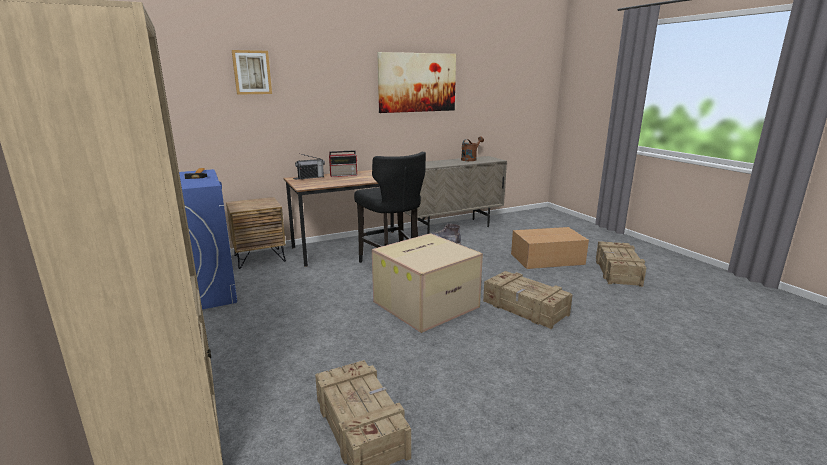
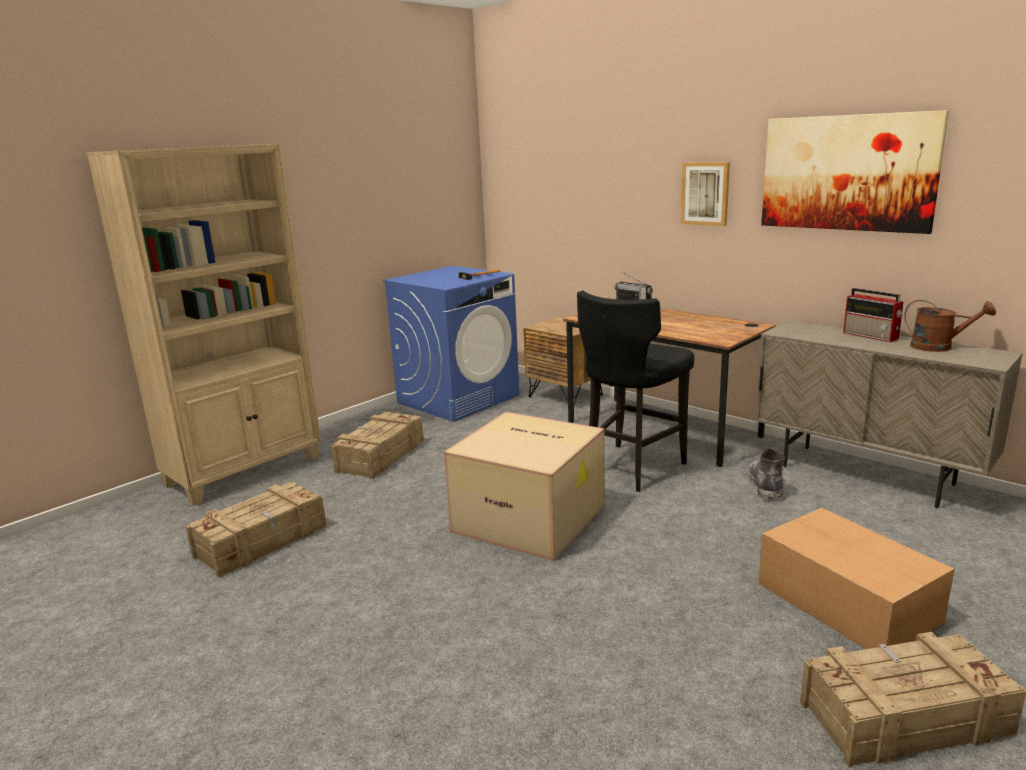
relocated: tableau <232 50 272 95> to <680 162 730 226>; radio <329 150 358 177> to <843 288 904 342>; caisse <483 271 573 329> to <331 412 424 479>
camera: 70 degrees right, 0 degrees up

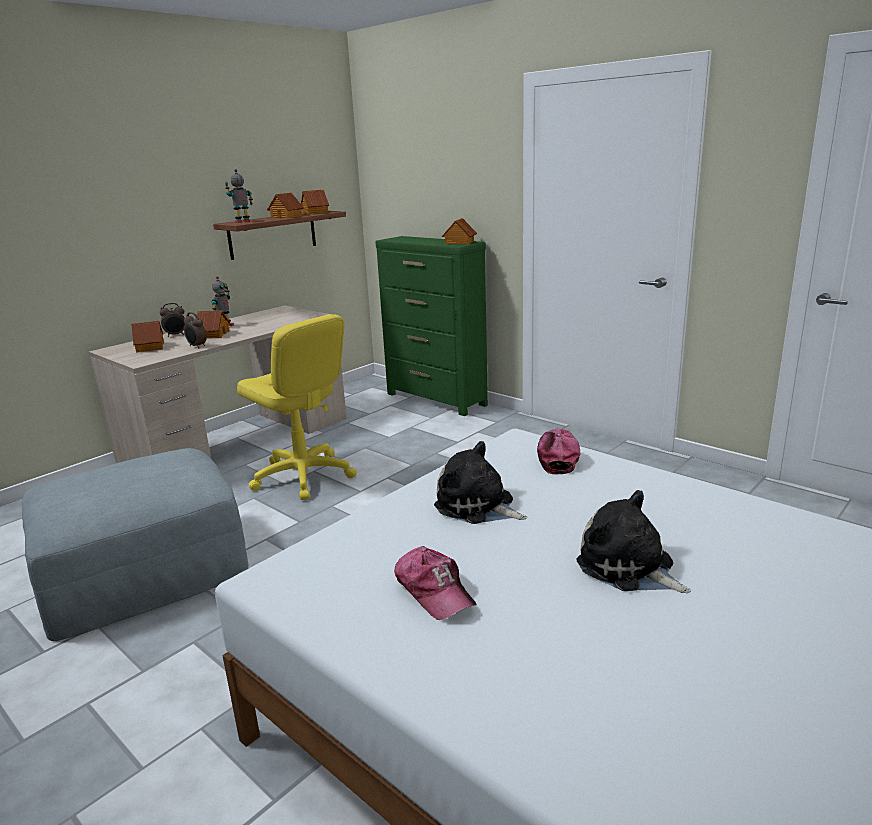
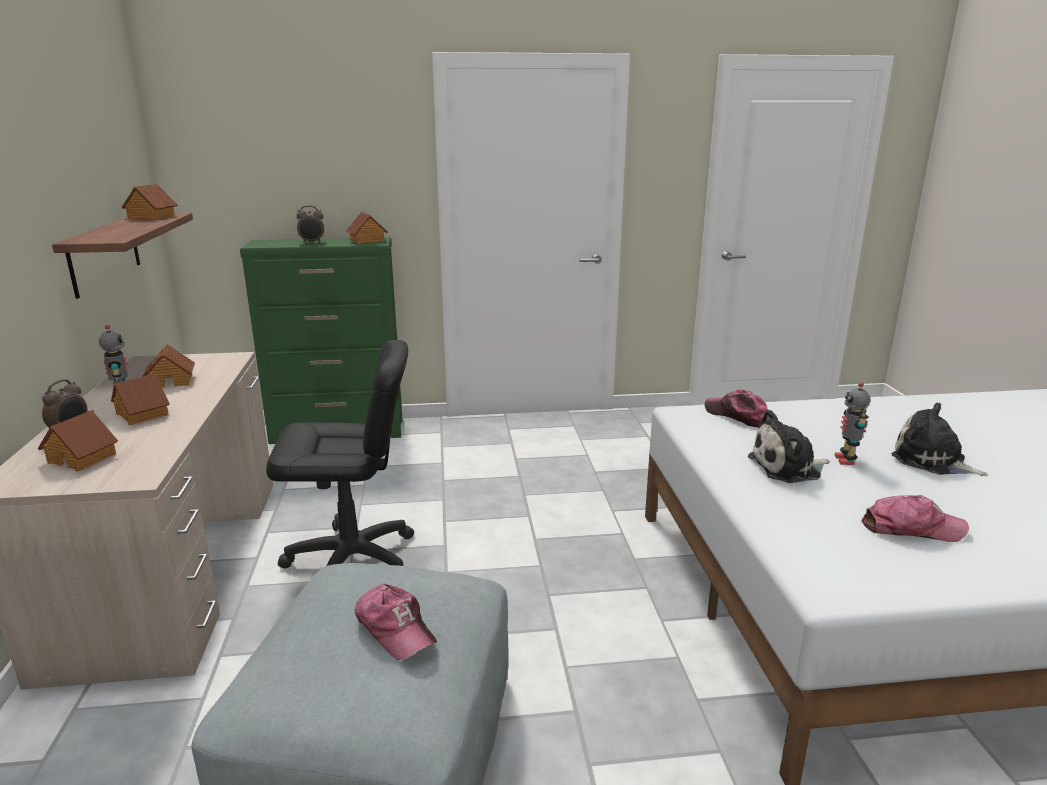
appeared: casquette <354 584 437 660>
relocated: réveil <184 312 207 348> to <296 206 324 243>; robot jouet <225 169 253 223> to <834 382 870 465>; maison miniature <267 193 304 218> to <142 344 195 387>
colour: chaise de bureau [jaune] <237 314 357 500> to chaise de bureau [noir] <266 340 414 568>
spun: peluche <576 490 691 593> = <891 403 988 476> 45 degrees clockwise
camera: 50 degrees left, 0 degrees up

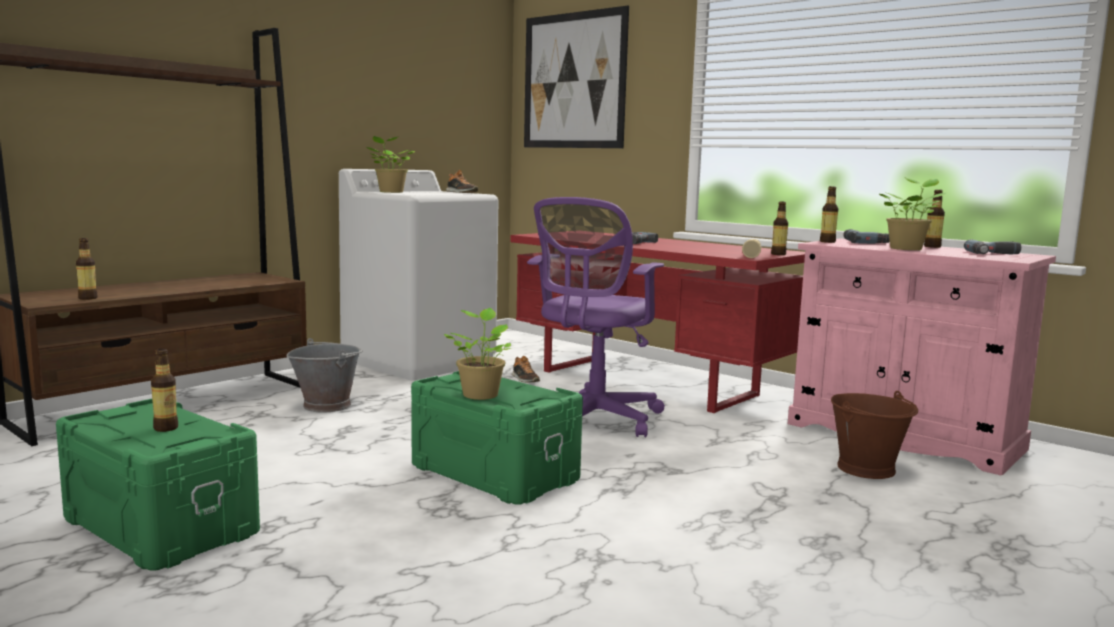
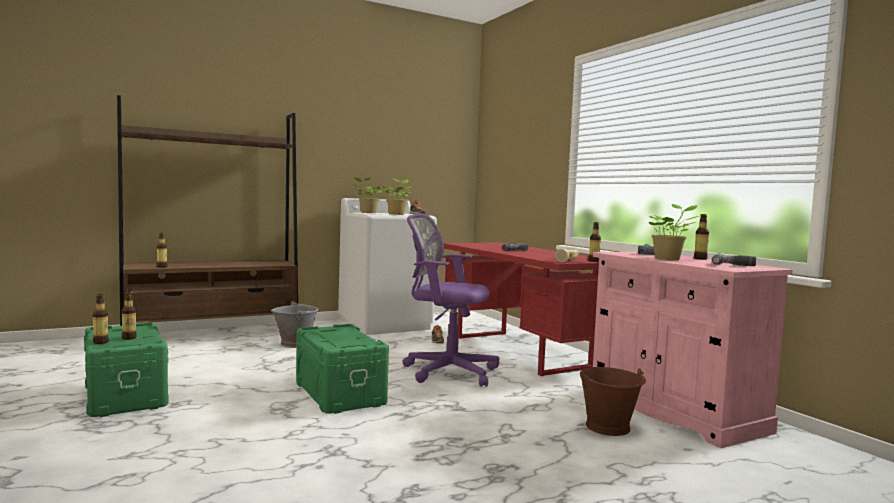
missing: tableau <524 6 629 148>
relocated: plante en pot <444 308 511 400> to <382 178 413 215>; bouteille <820 186 838 243> to <93 294 109 344>
spun: chaise de bureau [violet] <527 197 665 437> = <403 213 500 387> 60 degrees clockwise
camera: 20 degrees right, 5 degrees down

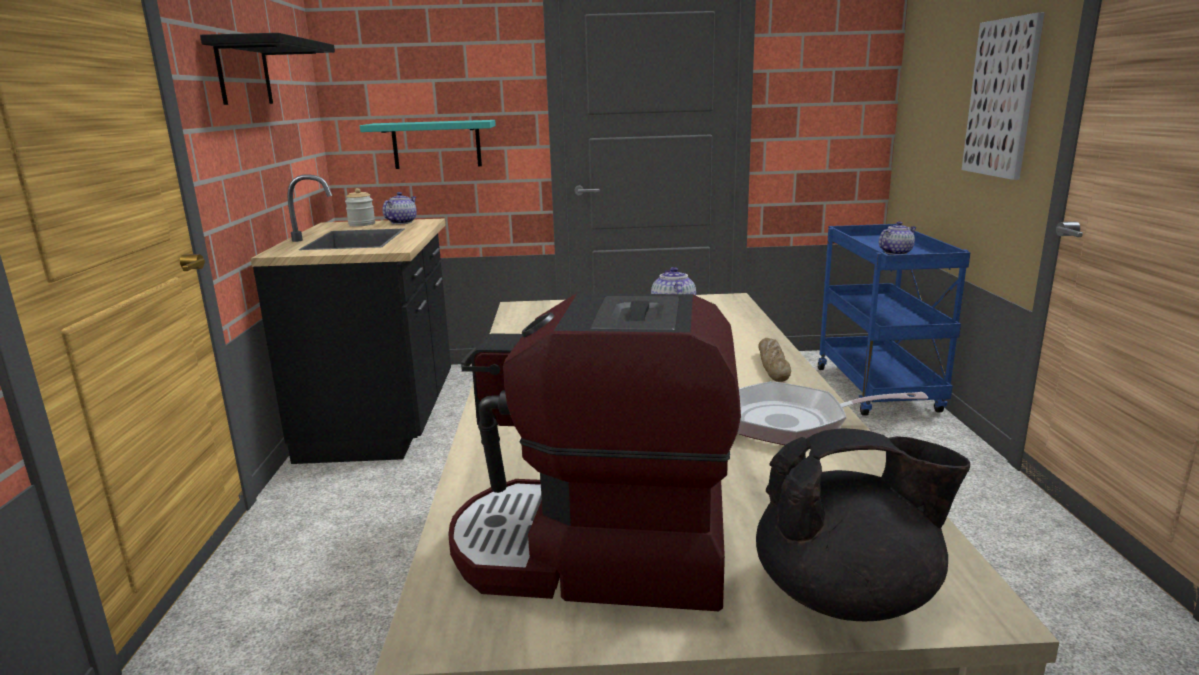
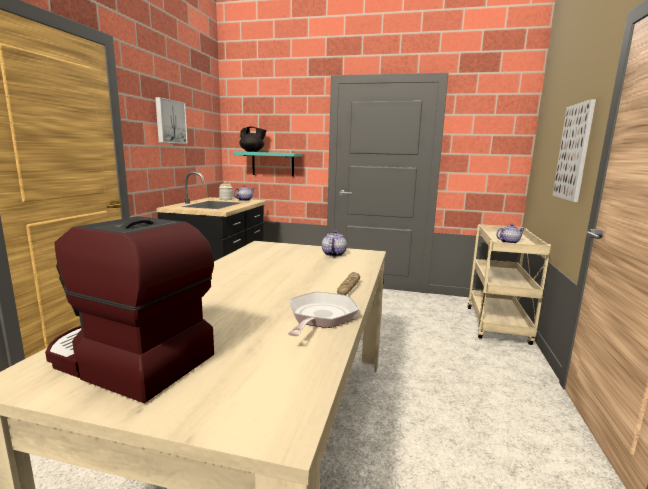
relocated: théière [noir] <756 428 970 621> to <239 126 267 152>
exchanged: étagère [noir] <200 33 335 105> to tableau <155 97 188 144>
colour: chariot [bleu] <818 224 971 416> to chariot [beige] <468 224 551 345>
spun: poêle <738 381 928 445> = <288 291 359 336> 90 degrees clockwise
camera: 15 degrees right, 5 degrees down

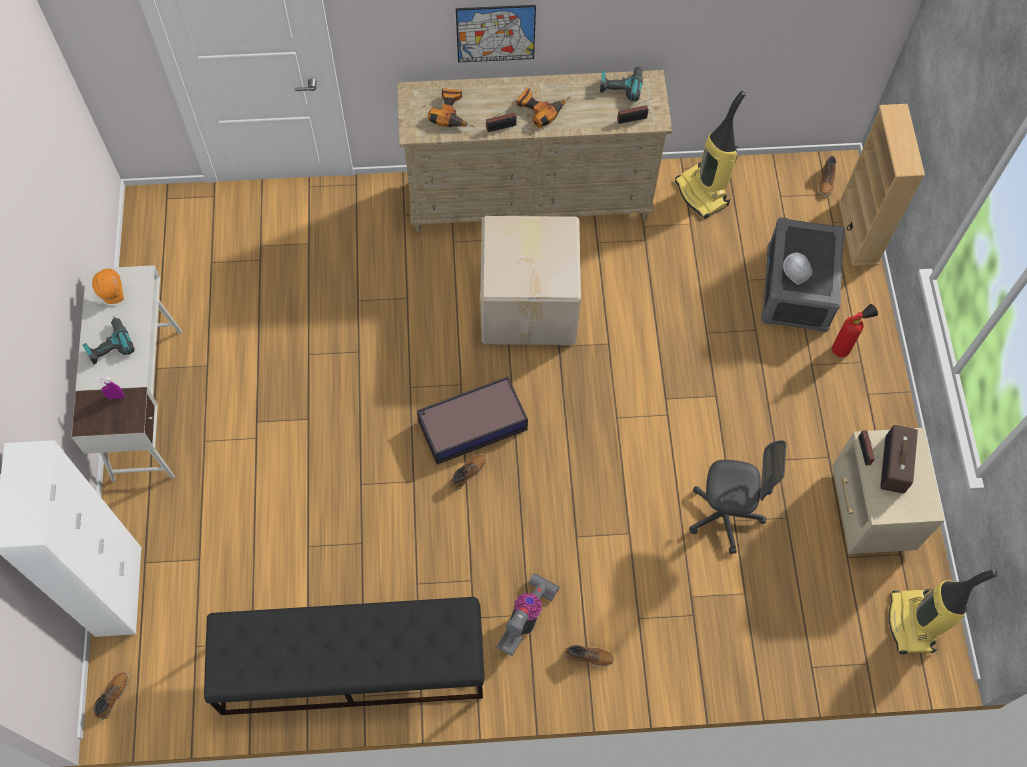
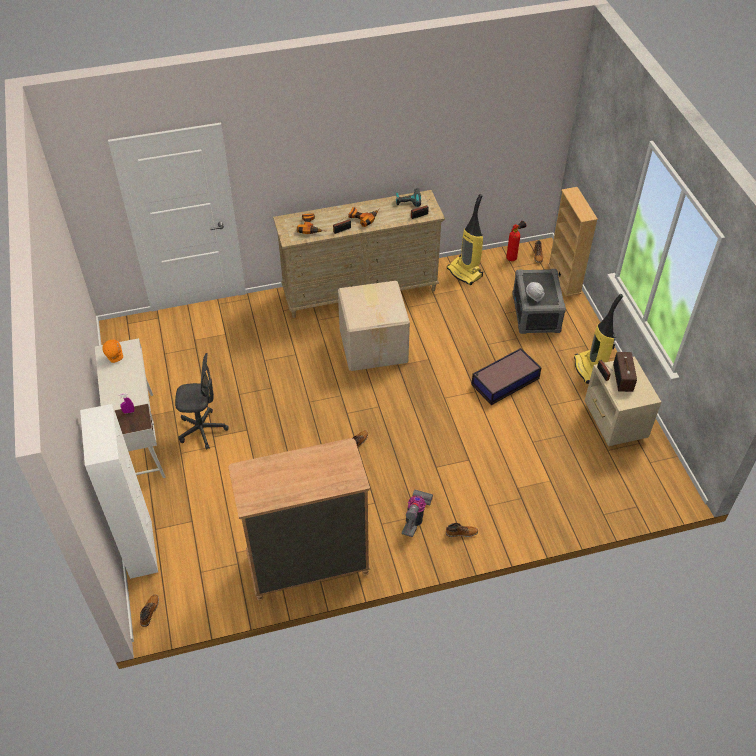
missing: perceuse <83 316 135 364>; tableau <456 5 536 62>
relocated: boîte de rangement <417 377 528 465> to <471 348 541 405>; chaise de bureau [gris] <689 440 786 554> to <175 353 229 450>; extincteur <832 304 878 357> to <506 221 526 261>; aspirateur <889 569 997 654> to <574 294 623 384>
exchanged: banc [noir] <204 597 485 715> to commode [marron] <229 438 370 601>
camera: 10 degrees left, 15 degrees down

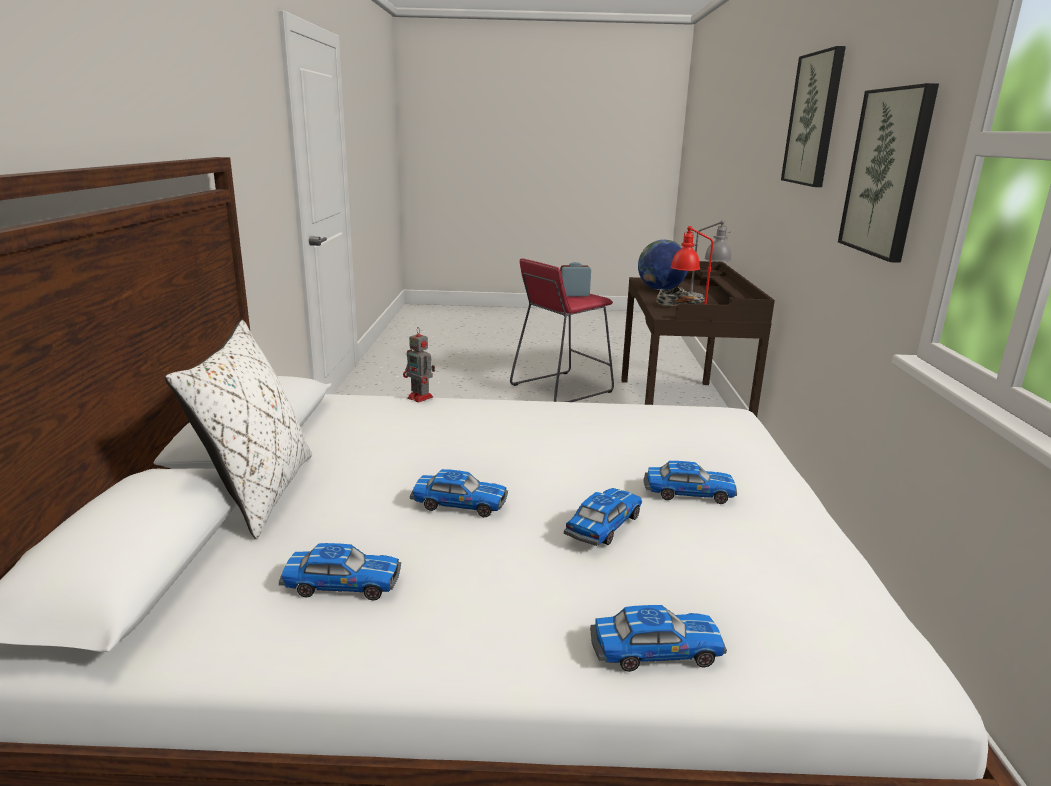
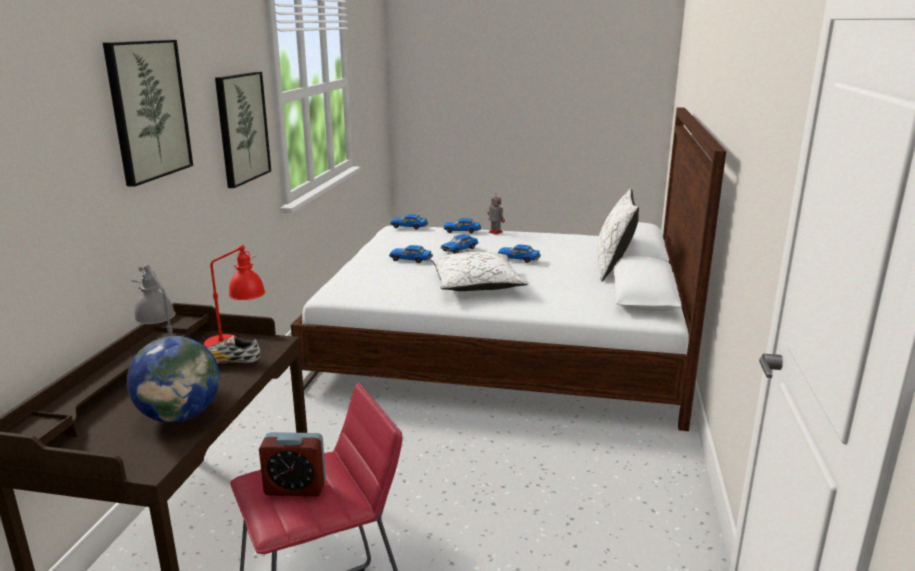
appeared: coussin [blanc] <430 252 529 291>
relocated: petite voiture <279 543 401 600> to <390 214 428 230>; robot jouet <403 327 435 402> to <487 194 505 234>
camera: 170 degrees left, 0 degrees up

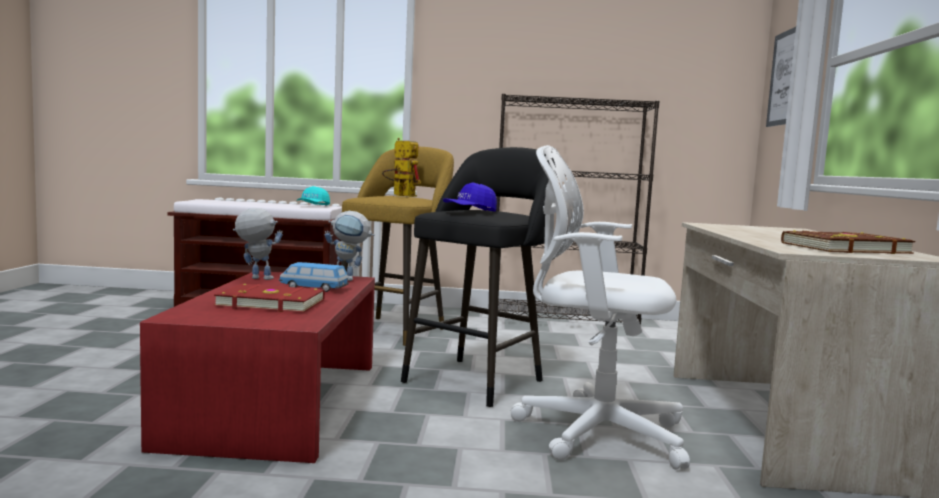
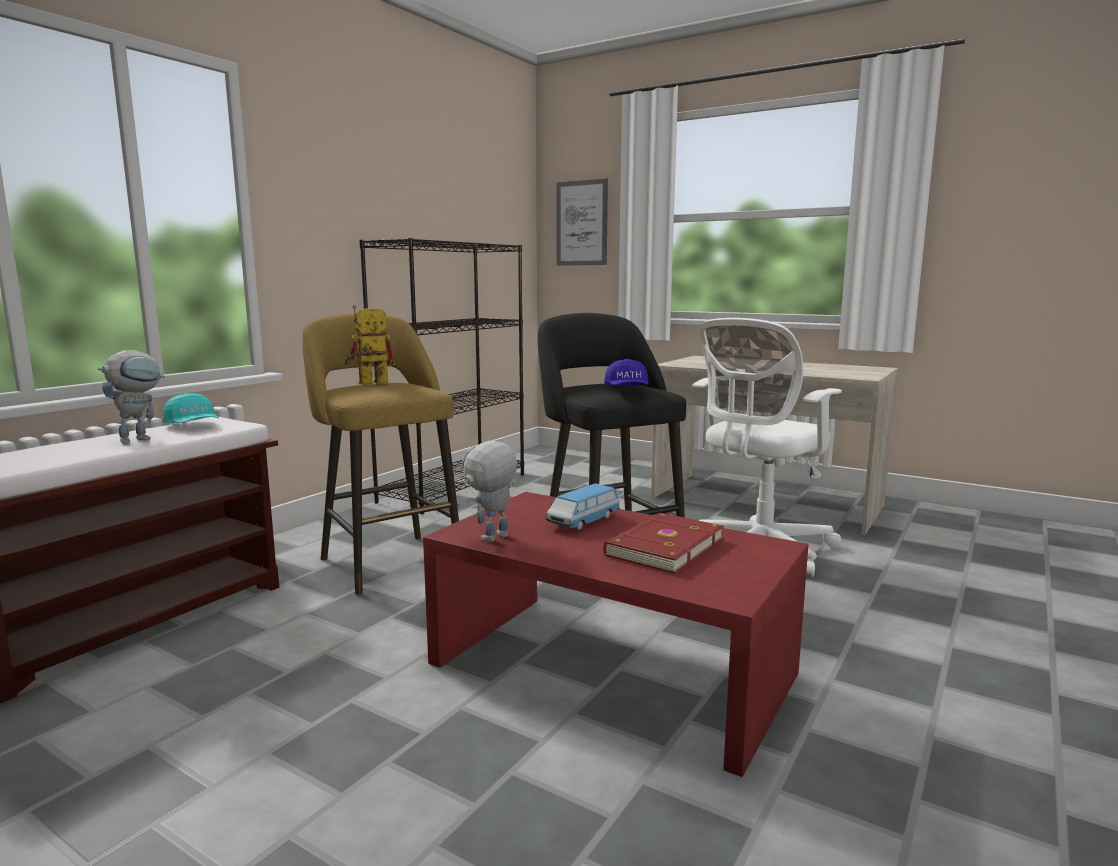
missing: livre [marron] <781 230 915 254>
relocated: robot jouet <324 211 375 281> to <98 350 165 444>
camera: 60 degrees left, 5 degrees up

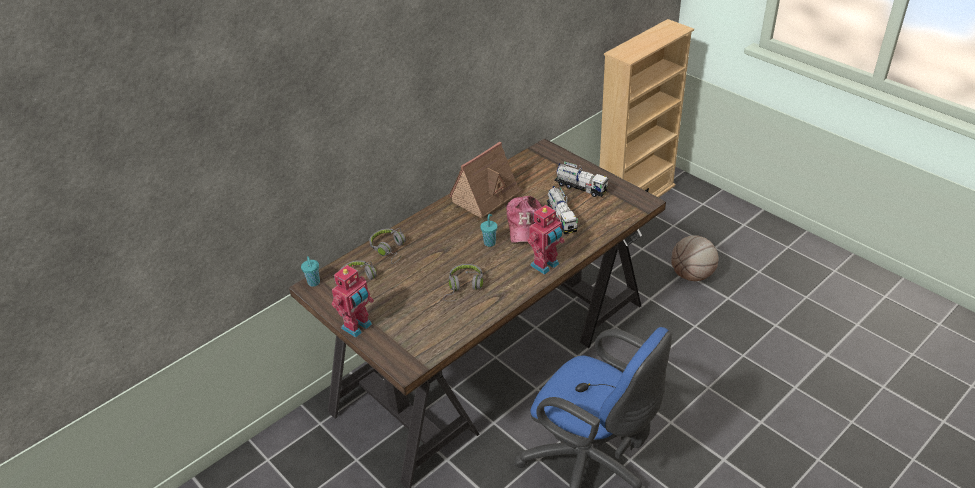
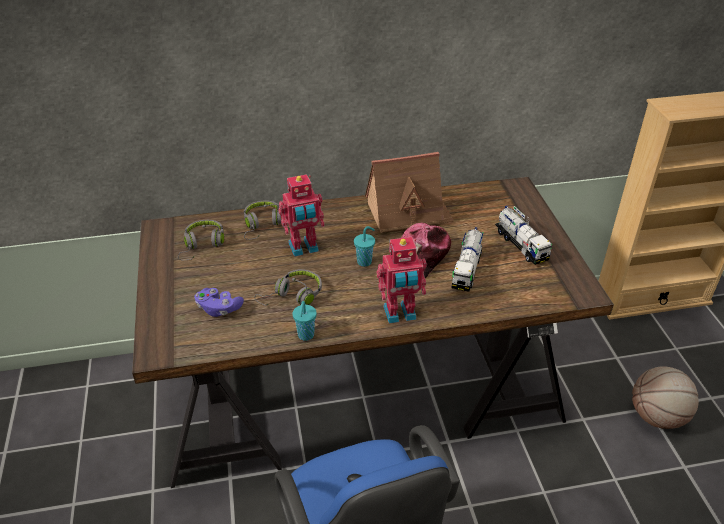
appeared: manette [violet] <194 288 244 317>
relocated: tasse [turquoise] <301 256 320 287> to <292 301 317 341>; robot jouet <332 265 374 338> to <278 174 325 257>
camera: 30 degrees right, 0 degrees up

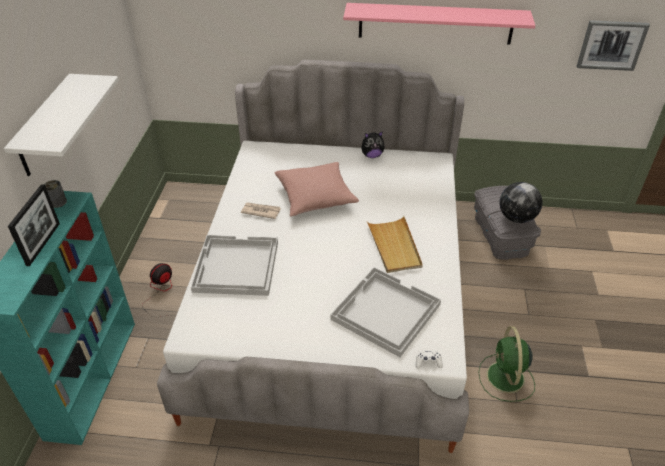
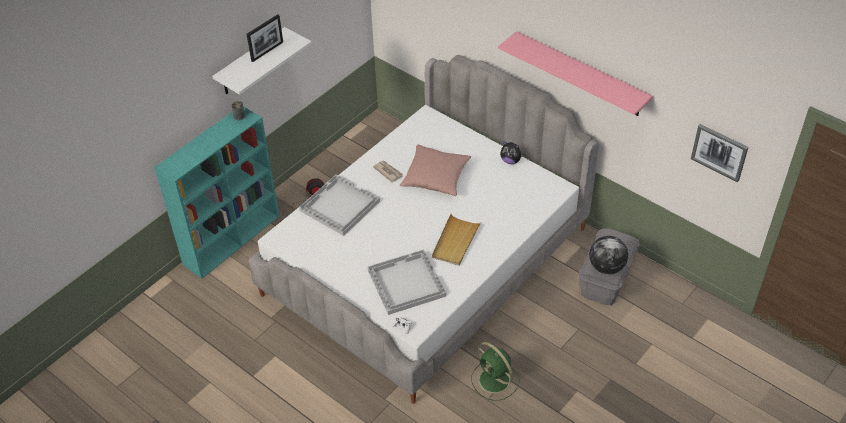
relocated: cadre photo <8 184 60 266> to <247 14 283 62>
spun: ventilateur [vert] <478 326 535 402> = <472 342 520 401> 75 degrees counterclockwise
camera: 35 degrees right, 5 degrees up

